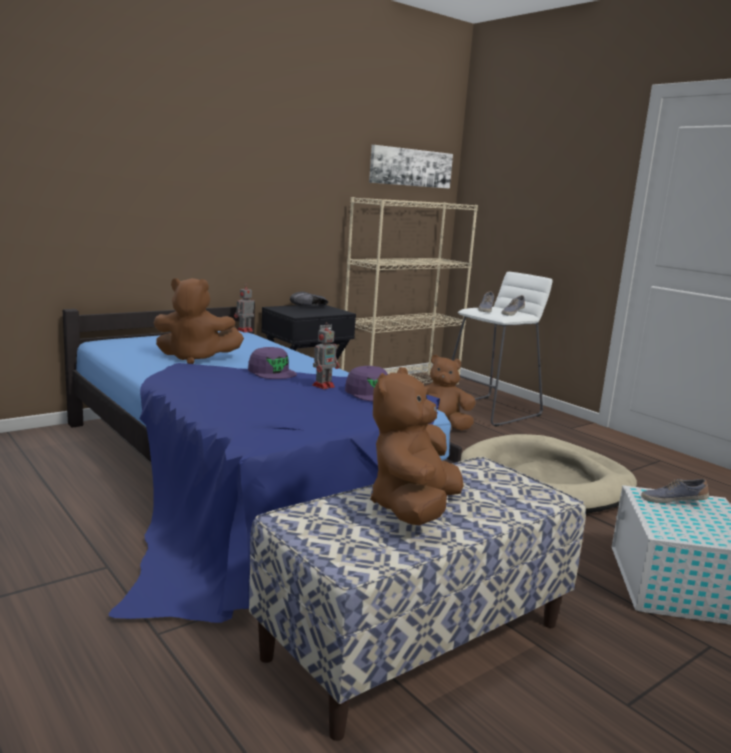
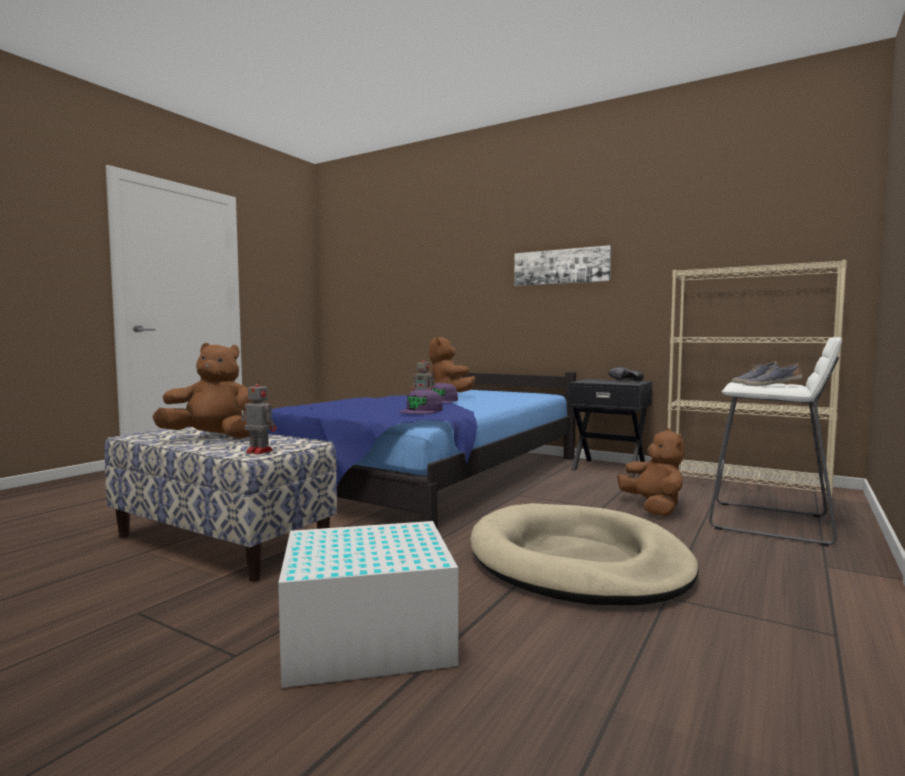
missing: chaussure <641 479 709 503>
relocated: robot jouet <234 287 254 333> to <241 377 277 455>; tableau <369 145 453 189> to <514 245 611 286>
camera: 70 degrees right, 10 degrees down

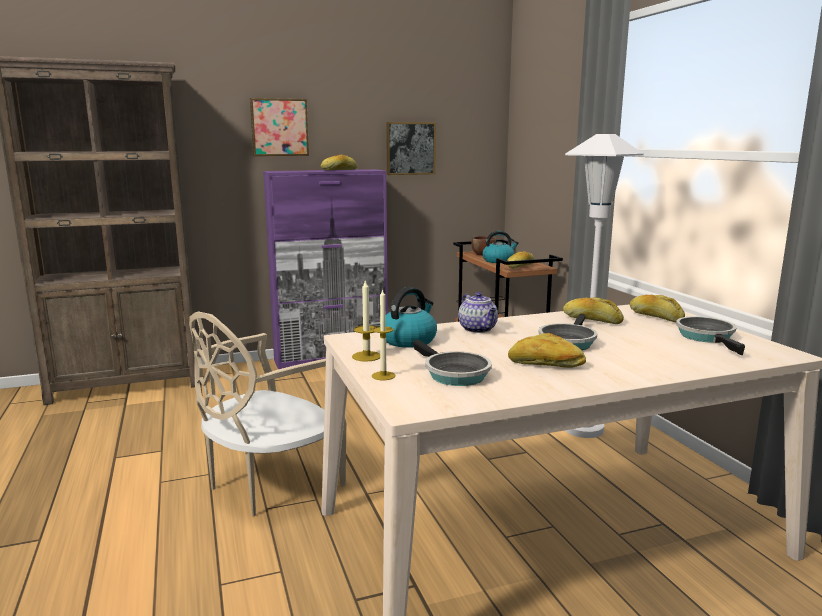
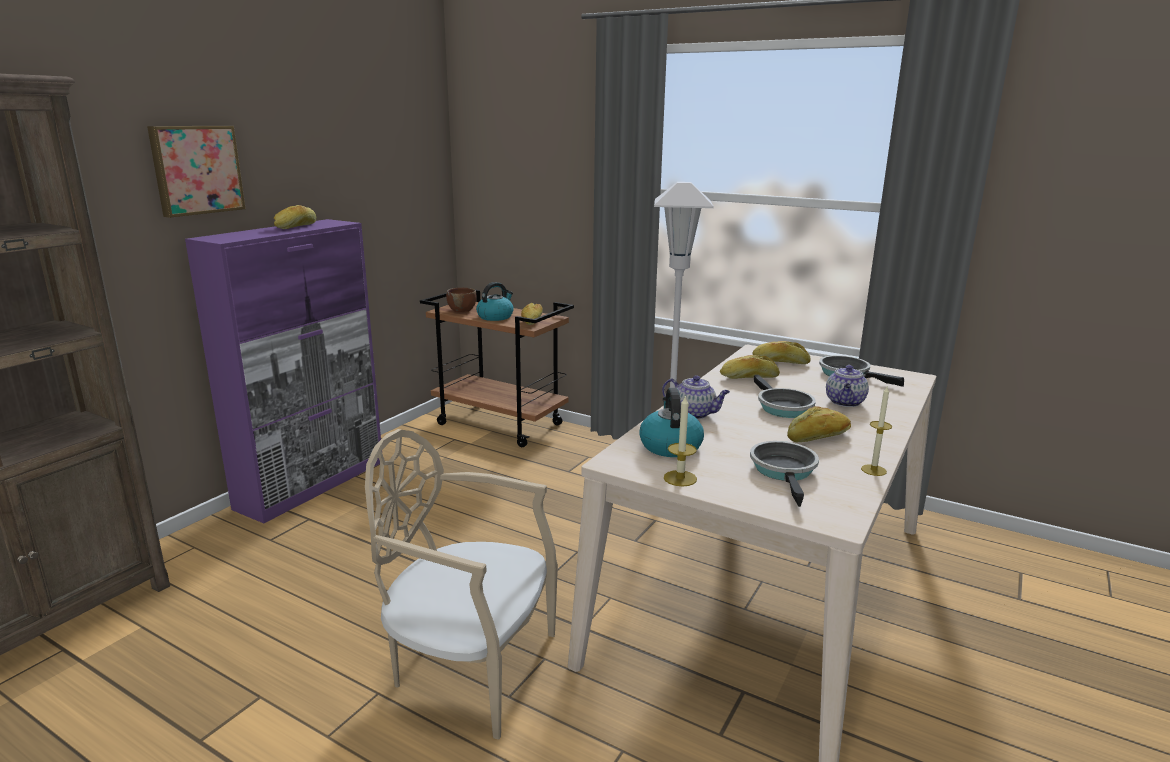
missing: tableau <386 122 436 175>
appeared: théière <826 365 869 407>
relocated: bougie <372 289 395 380> to <861 385 892 476>
spun: chaise [beige] <189 311 346 516> = <365 429 558 740> 105 degrees clockwise; poêle <413 339 492 386> = <750 441 819 507> 105 degrees counterclockwise
camera: 40 degrees left, 5 degrees up

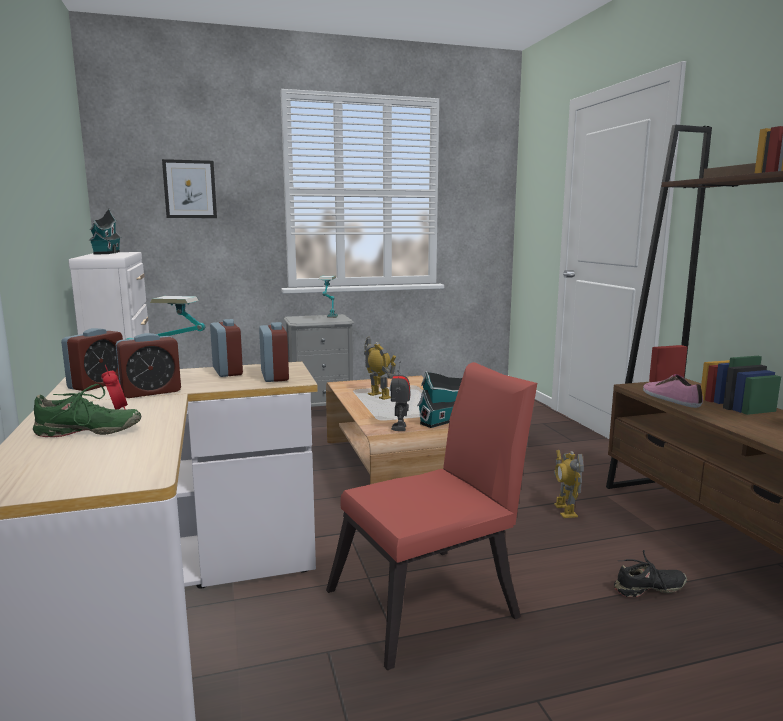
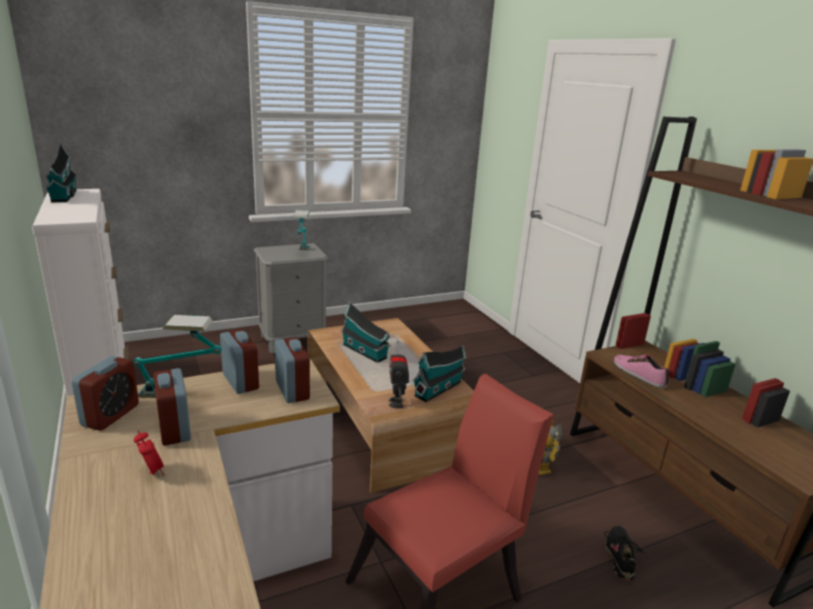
missing: chaussure [vert] <33 384 141 437>; tableau <162 159 217 218>
exchanged: robot jouet <364 337 396 400> to maison miniature <341 302 390 363>
spun: réveil <116 333 181 398> = <153 368 191 446> 105 degrees clockwise; chaussure [noir] <614 550 687 597> = <604 526 649 581> 60 degrees counterclockwise
camera: 10 degrees left, 10 degrees up

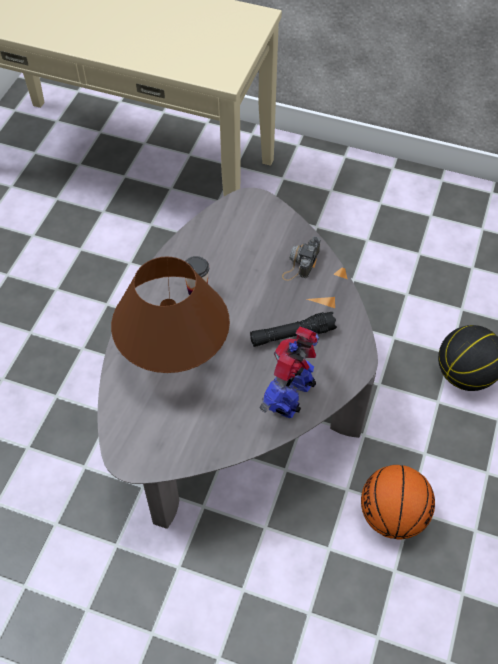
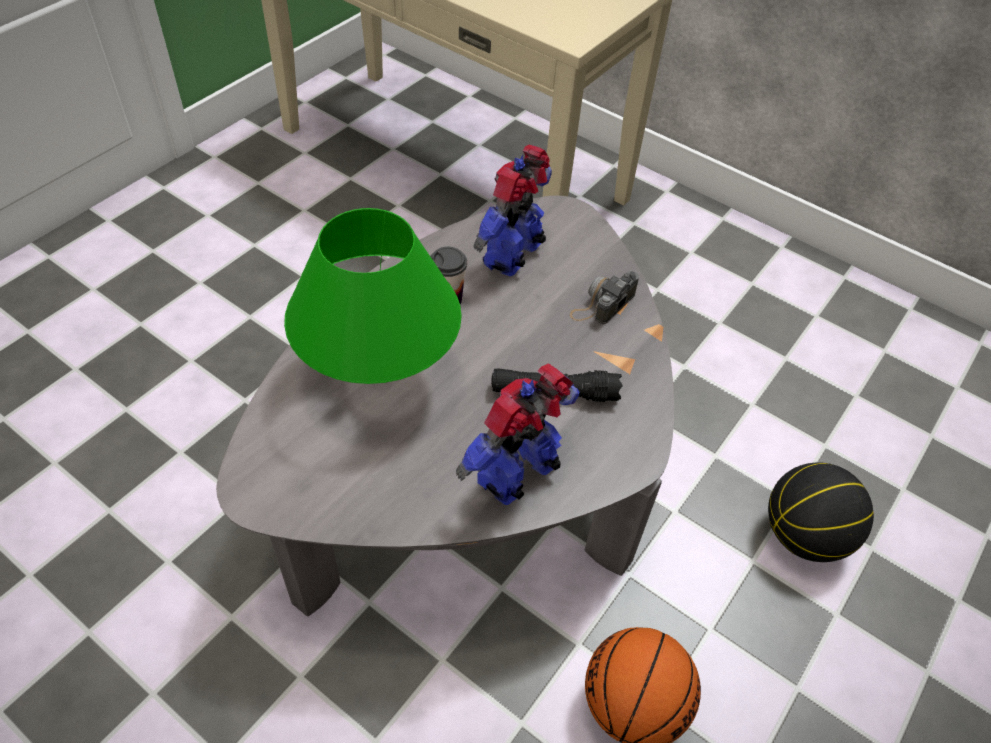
appeared: robot jouet <473 145 552 277>
colour: lampe de table [marron] <111 257 230 373> to lampe de table [vert] <284 208 462 384>
camera: 15 degrees right, 5 degrees down

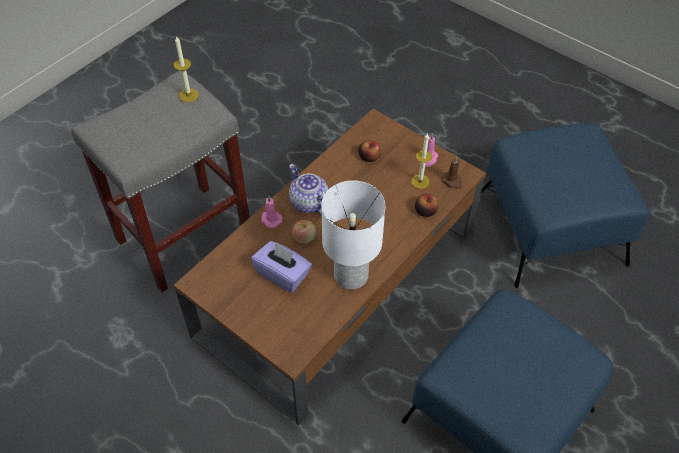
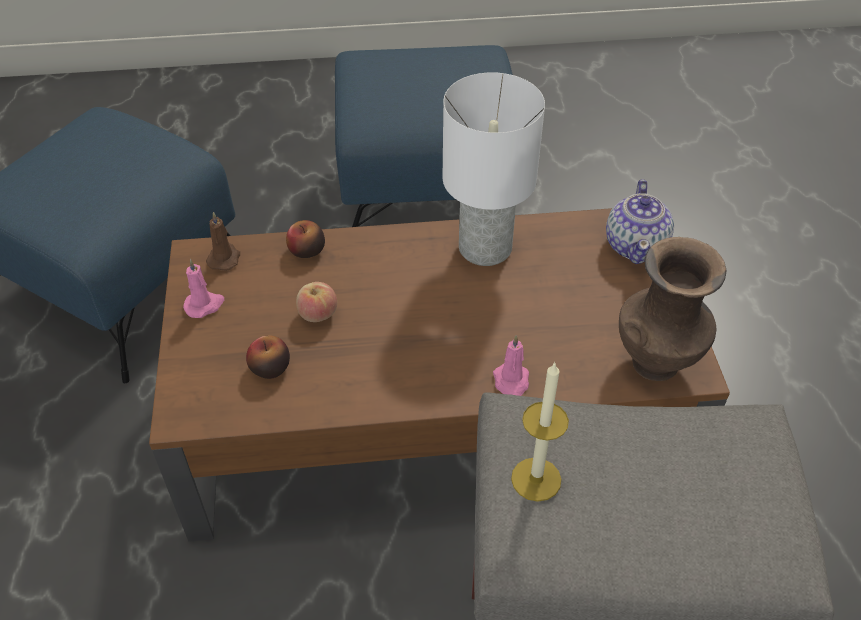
missing: boîte à mouchoirs [violet] <251 241 312 293>; bougie <411 134 432 189>
appeared: vase [marron] <619 237 726 381>
relocated: théière <289 164 328 215> to <606 179 674 264>; pomme <292 220 316 244> to <296 282 337 322>
camera: 135 degrees left, 5 degrees down

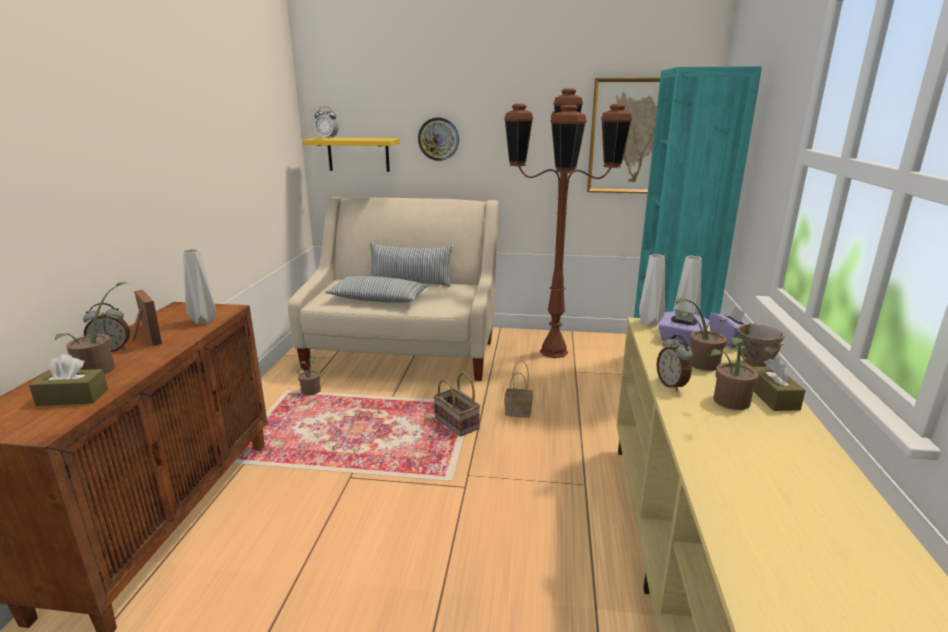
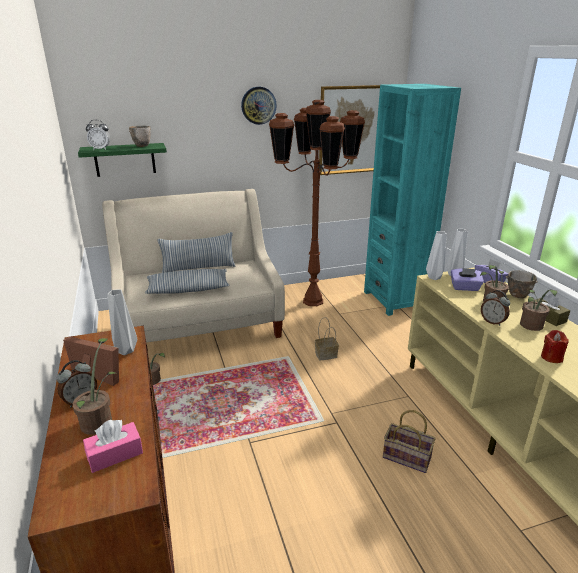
appeared: bol <129 125 151 147>; bougie [rouge] <541 330 569 363>
relocated: horloge murale <418 117 459 161> to <241 87 277 125>; panier <433 373 480 437> to <383 410 436 473>
colour: boîte à mouchoirs [marron] <29 354 108 406> to boîte à mouchoirs [rose] <83 420 143 473>; étagère [jaune] <302 138 400 172> to étagère [vert] <78 143 167 177>
camera: 25 degrees left, 5 degrees up

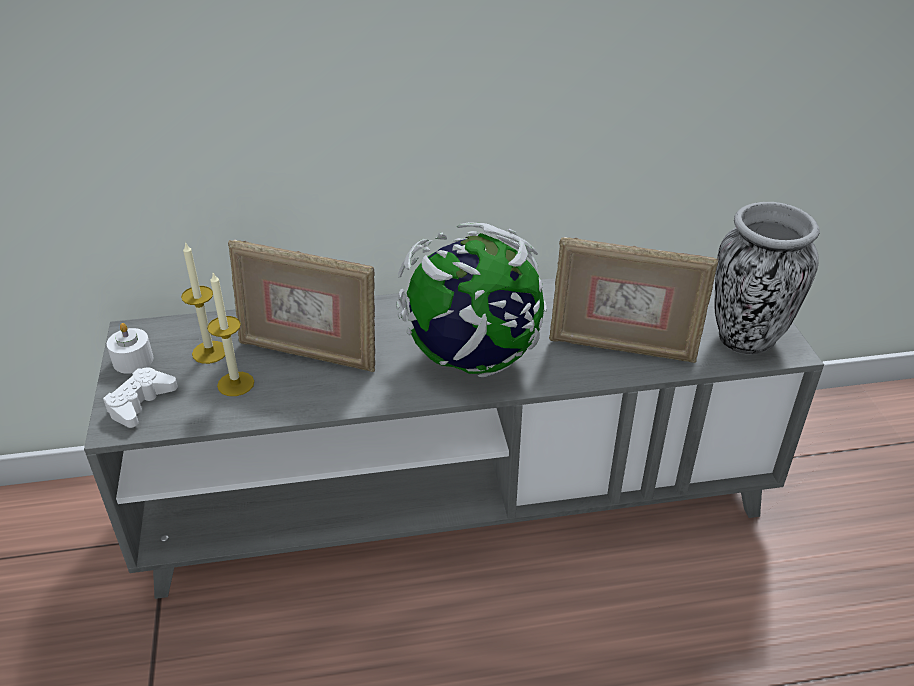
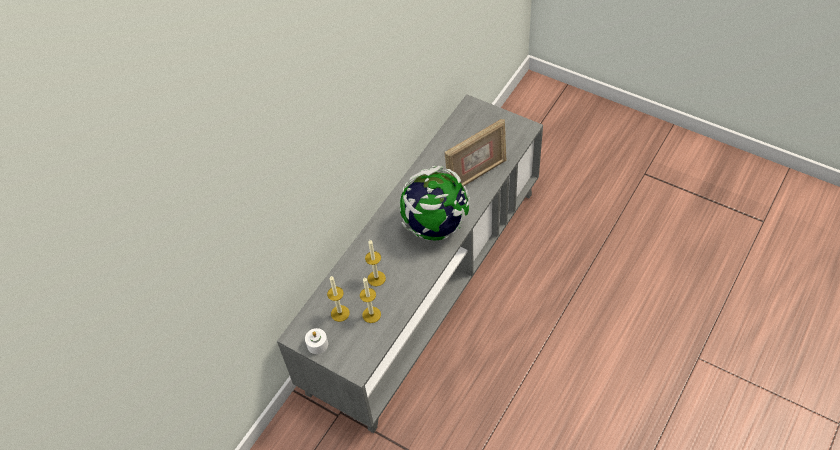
missing: manette [blanc] <103 368 178 428>; vase <715 202 820 355>
exchanged: cadre photo <228 239 375 372> to bougie <365 240 386 286>
camera: 45 degrees left, 15 degrees up

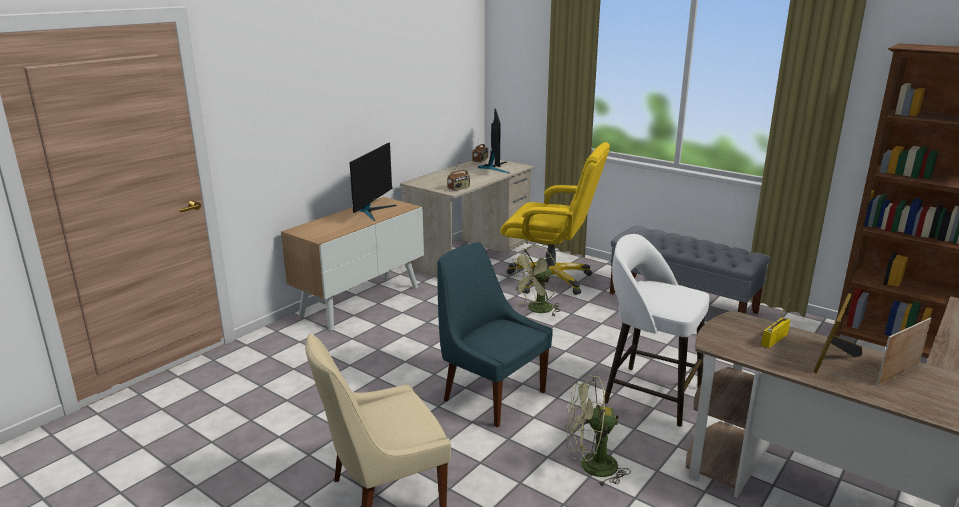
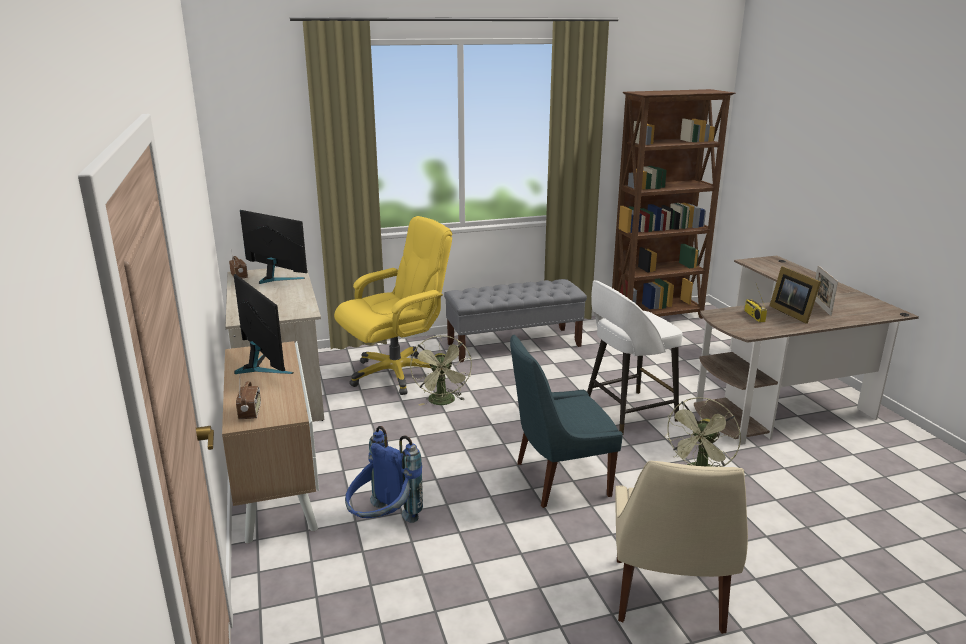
appeared: sac à dos [bleu] <345 426 423 523>
relocated: radio <447 163 470 191> to <236 381 261 419>
camera: 55 degrees left, 0 degrees up

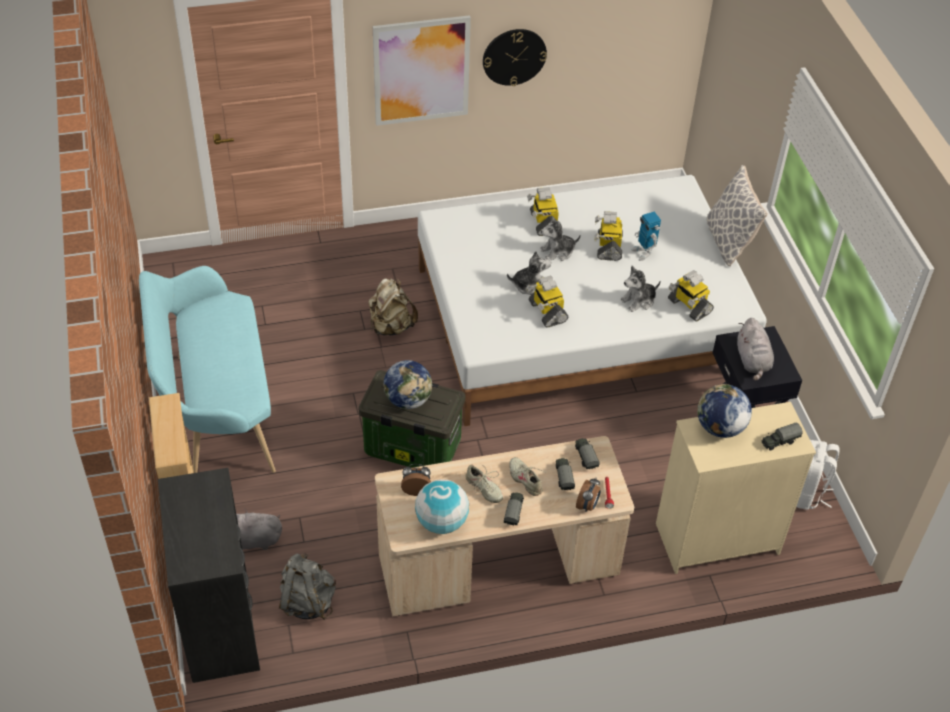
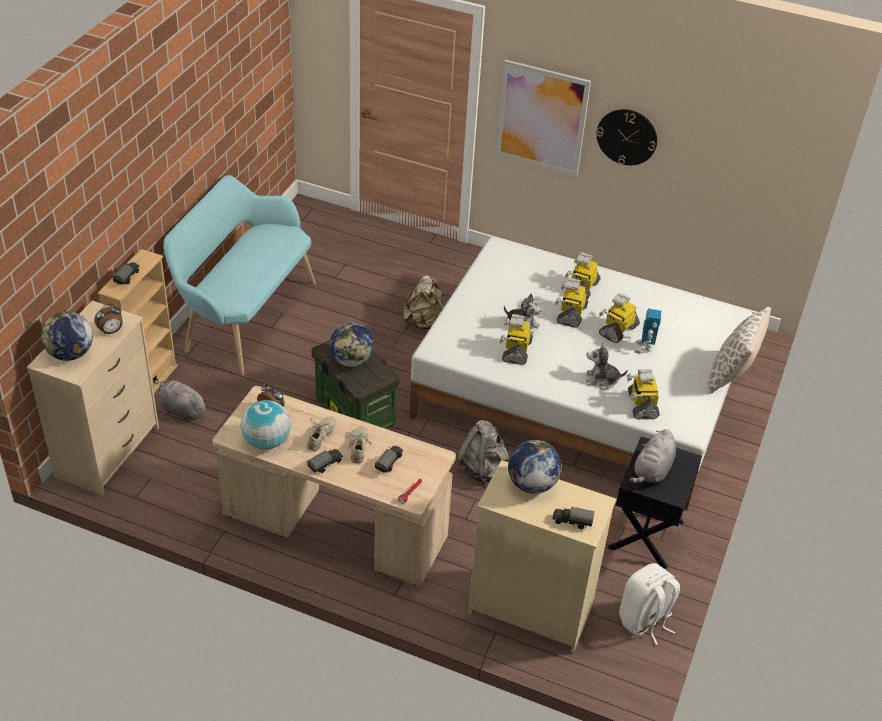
appeared: globe <41 312 93 361>
relocated: sac à dos [gris] <279 553 336 620> to <456 420 509 485>; camion jouet <575 438 600 469> to <113 262 140 285>; réveil <576 477 601 512> to <94 304 123 334>
exchanged: peluche <541 216 581 261> to robot jouet <555 278 588 328>
colour: commode [noir] <158 468 260 683> to commode [beige] <27 301 159 496>
spun: chaussure [beige] <465 463 503 503> = <305 417 335 451> 150 degrees counterclockwise
camera: 35 degrees right, 5 degrees down

